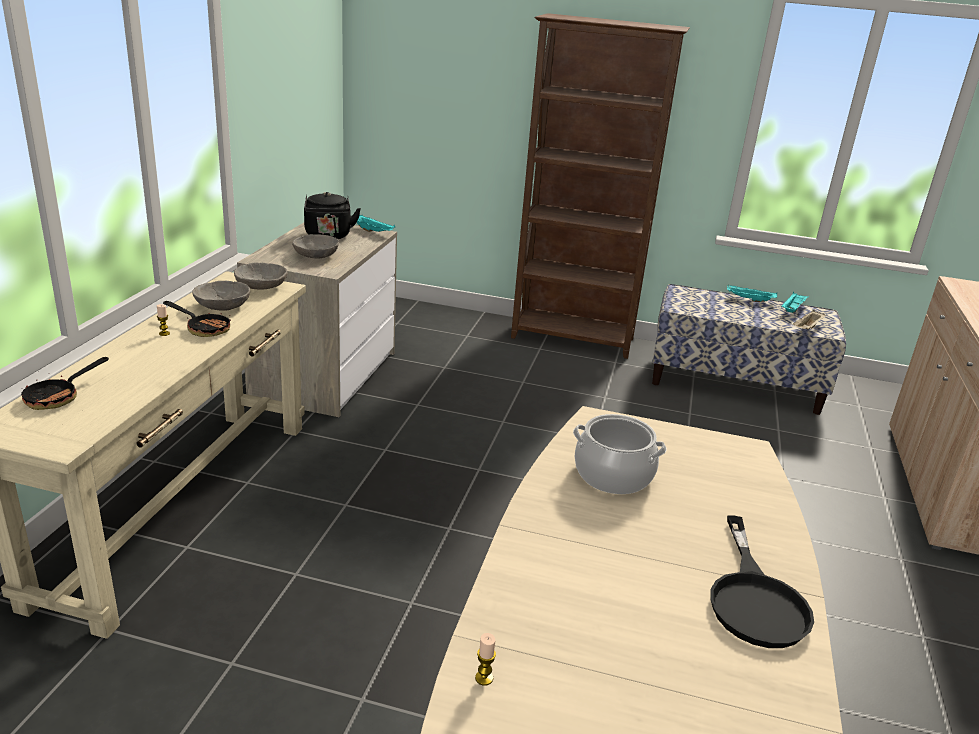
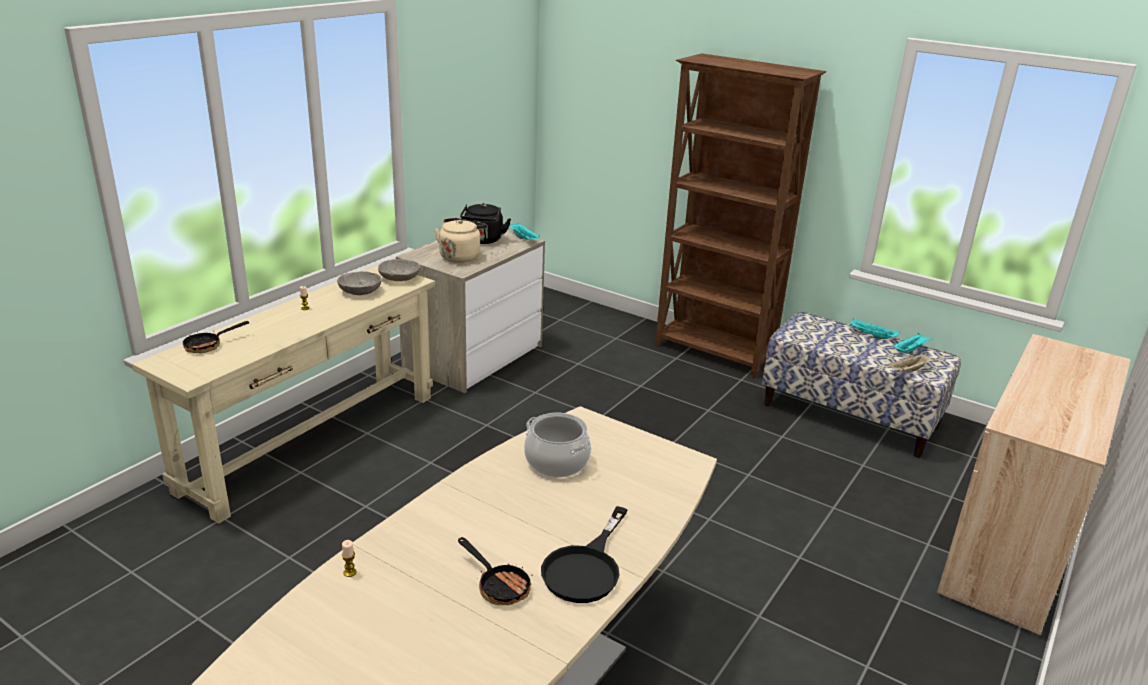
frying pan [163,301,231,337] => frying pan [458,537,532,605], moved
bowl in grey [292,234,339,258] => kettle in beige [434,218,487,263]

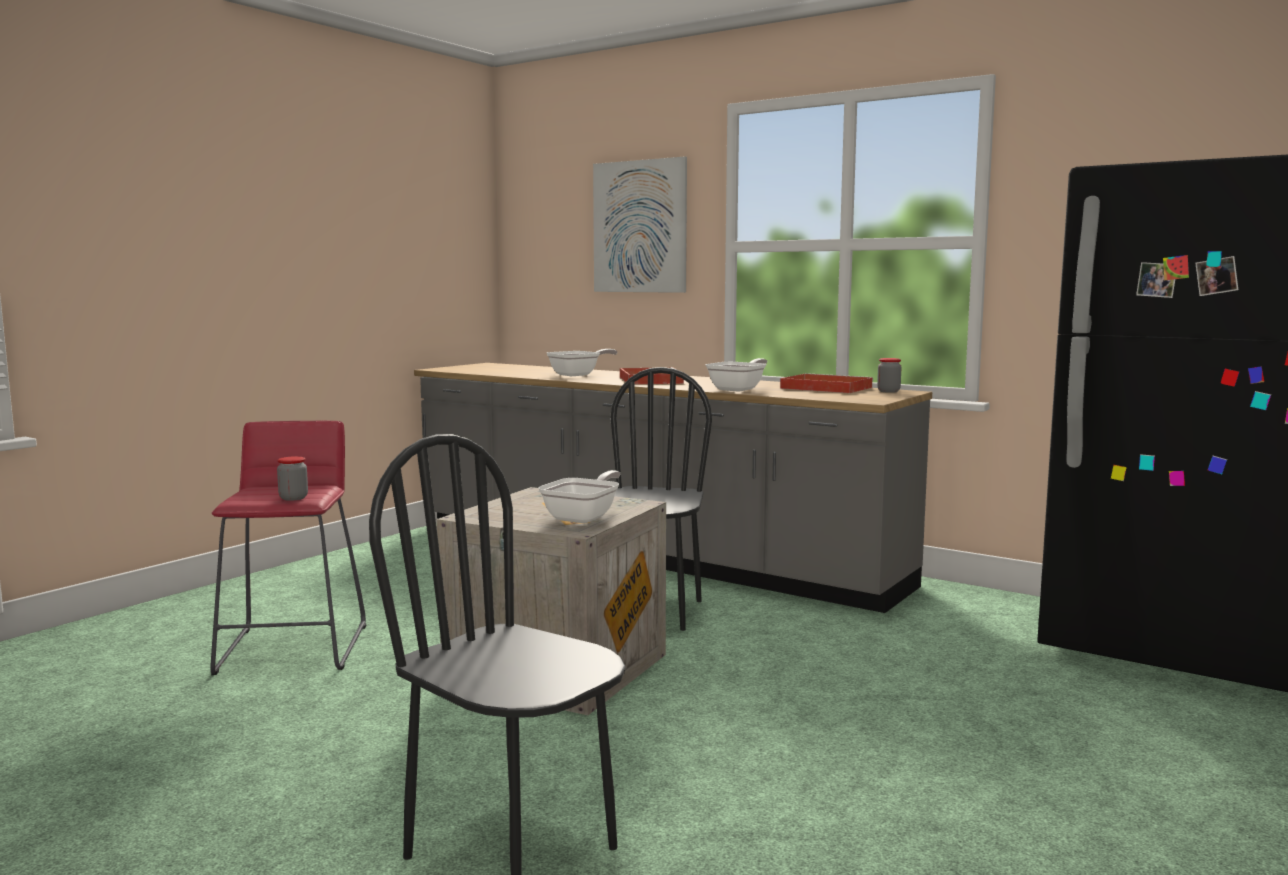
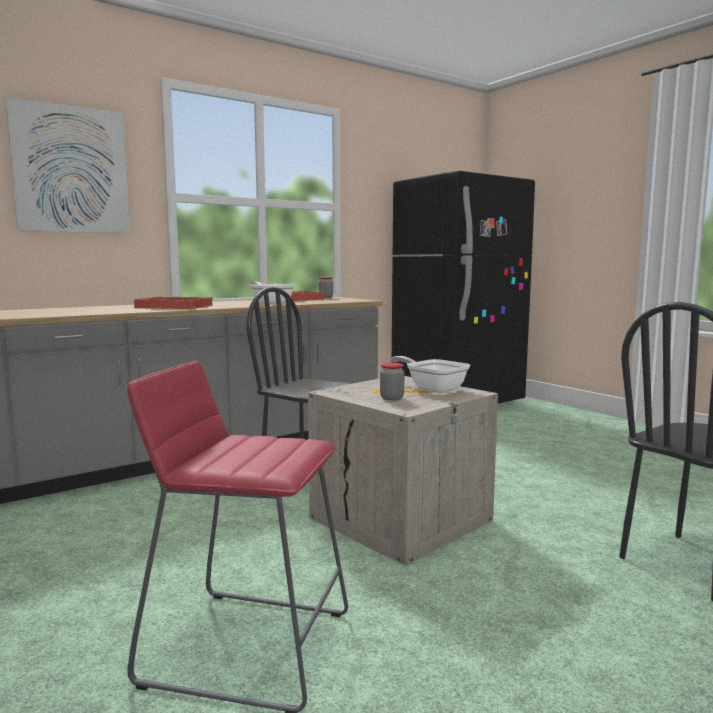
jar [277,456,308,501] => jar [380,363,404,401], moved
frying pan [547,349,618,376] => nothing

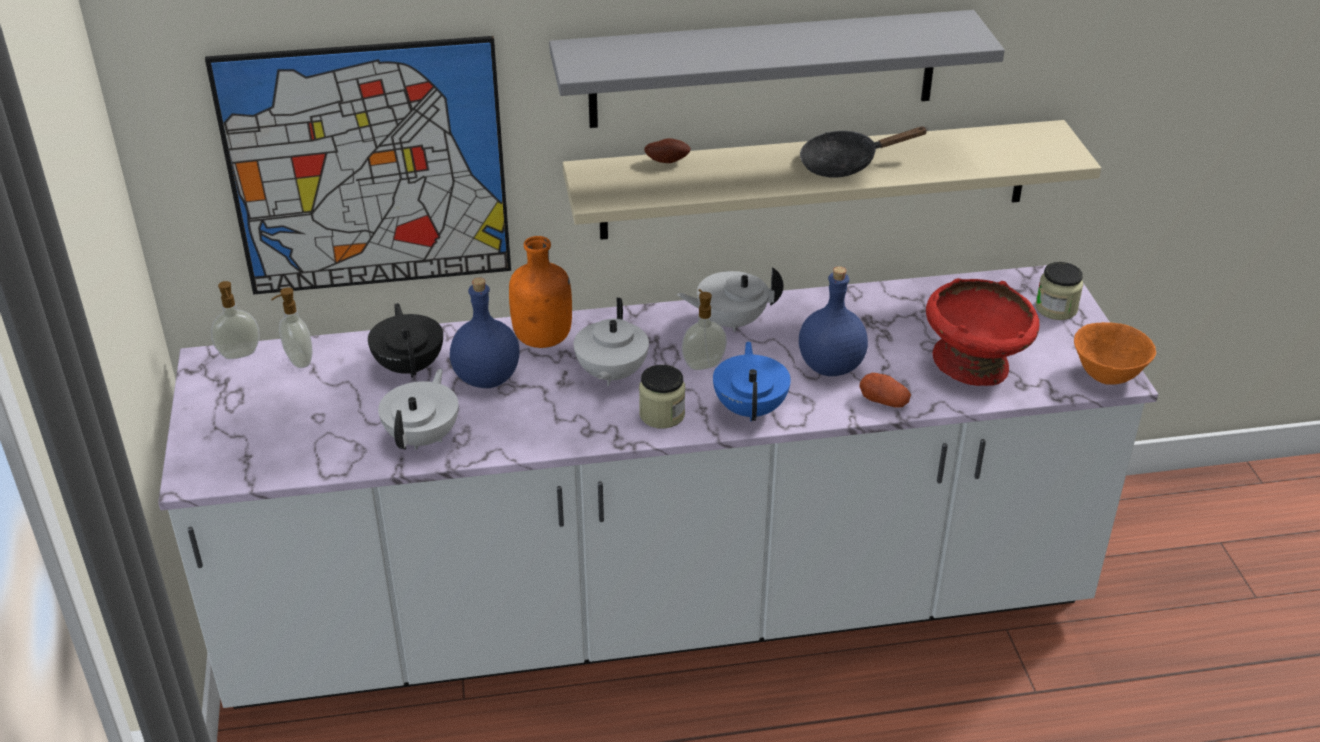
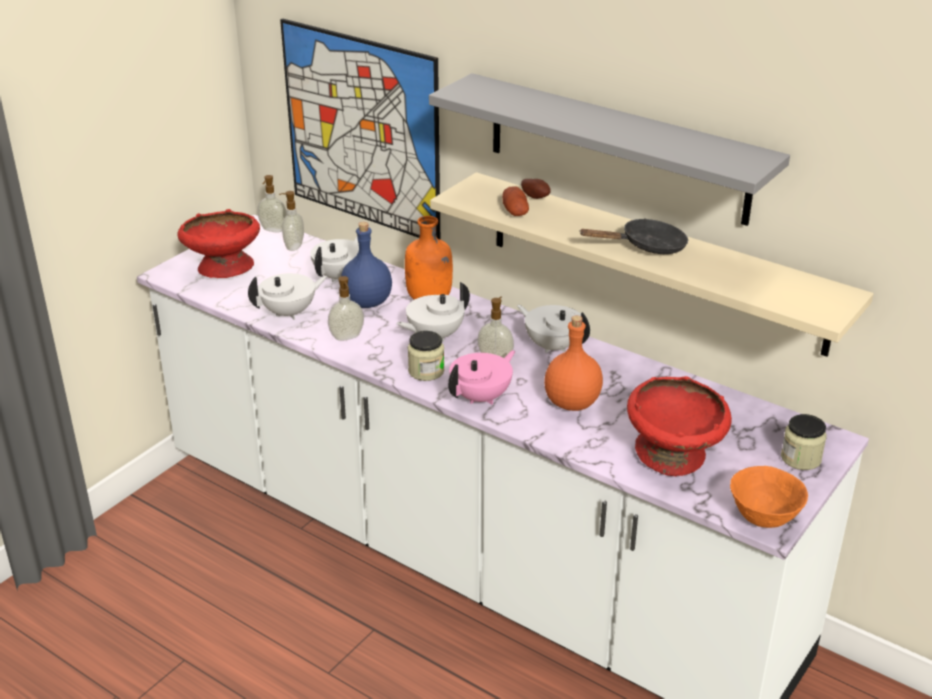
teapot in black [368,303,443,378] => teapot in white [310,236,359,283]
teapot in blue [713,341,791,421] => teapot in pink [448,350,515,405]
bottle in blue [799,266,868,376] => bottle in orange [544,315,603,411]
frying pan in black [800,126,927,178] => frying pan in black [579,218,688,254], 135 degrees clockwise
potato [860,373,911,408] => potato [502,186,529,216], moved
nothing => bowl in red [177,209,260,278]
nothing => soap dispenser [328,276,364,341]

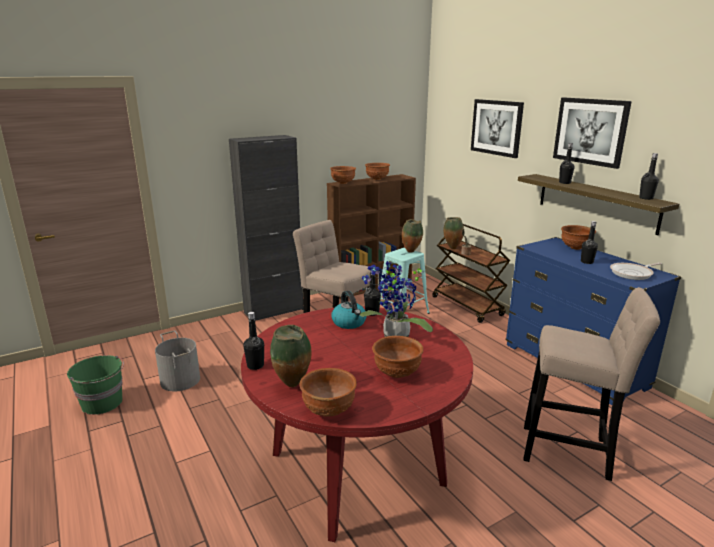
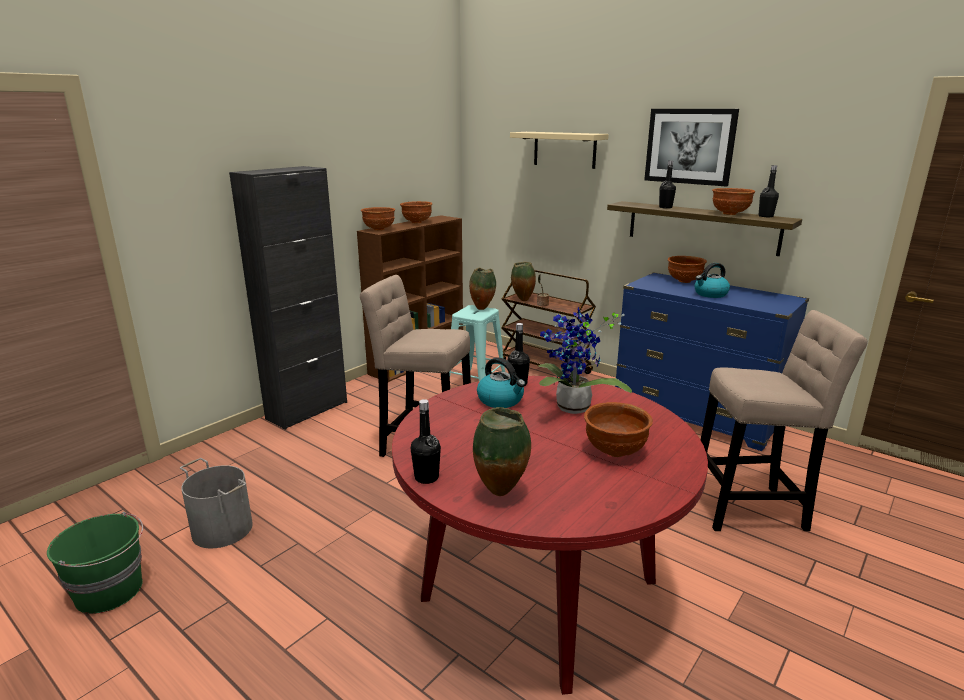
bowl in brown [300,368,357,417] => bowl in brown [712,188,755,215], moved
picture [471,99,524,158] => shelf in beige [510,132,609,169]
bottle in black [581,221,598,264] => kettle [694,263,730,298]
frying pan [610,263,662,280] => nothing

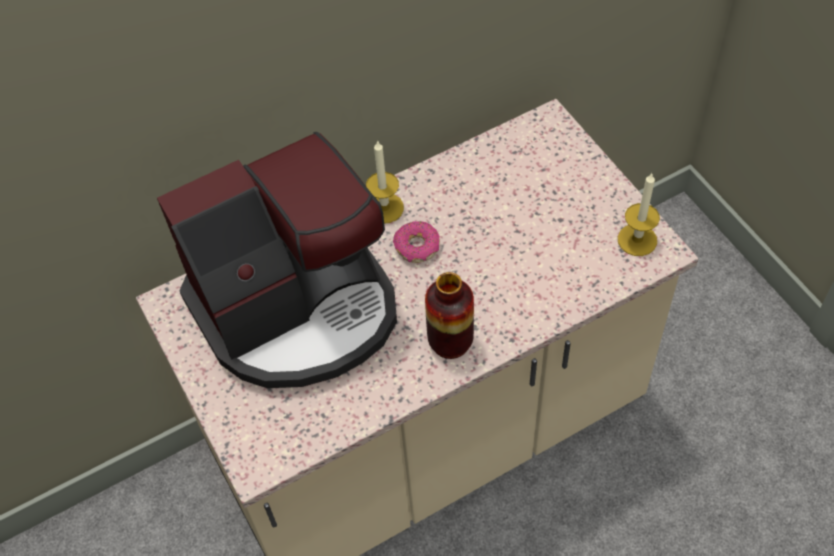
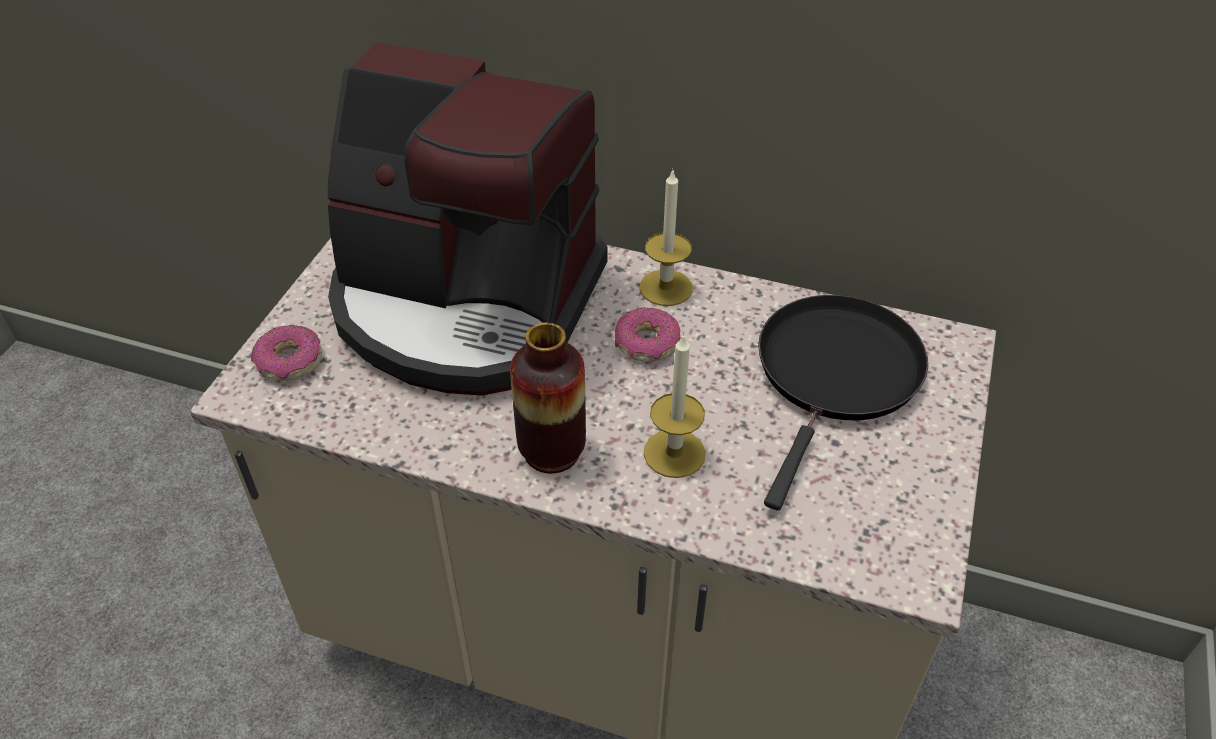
candle [618,172,660,256] => candle [644,333,705,478], moved
nothing => donut [251,325,322,381]
nothing => frying pan in black [758,295,928,510]

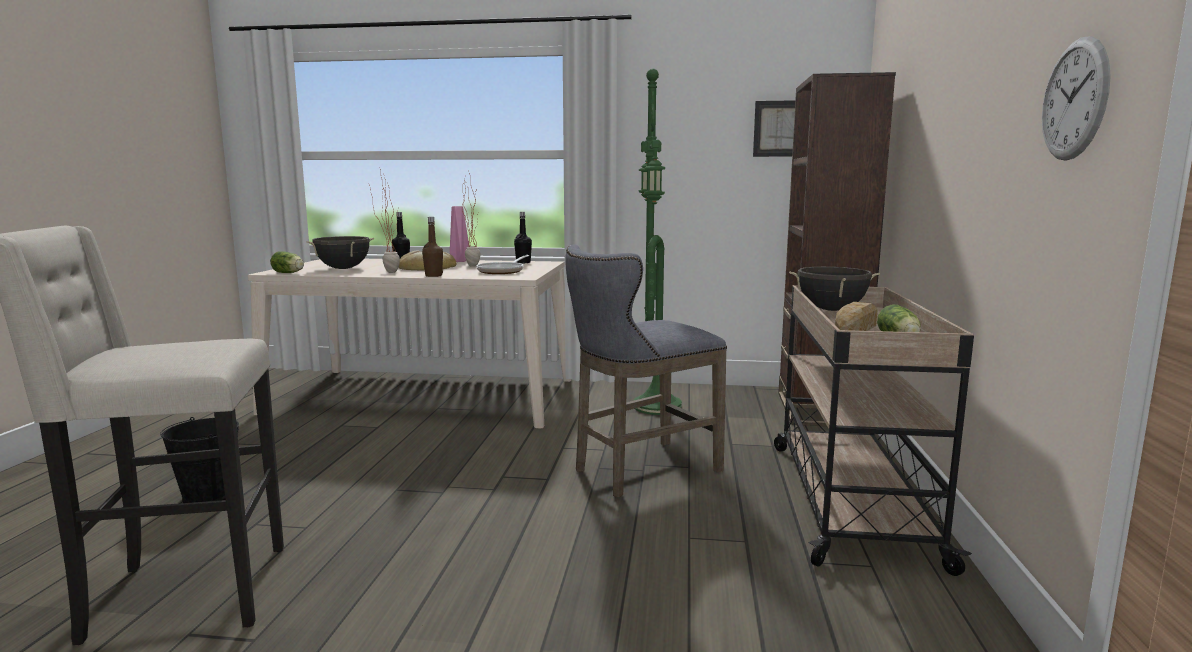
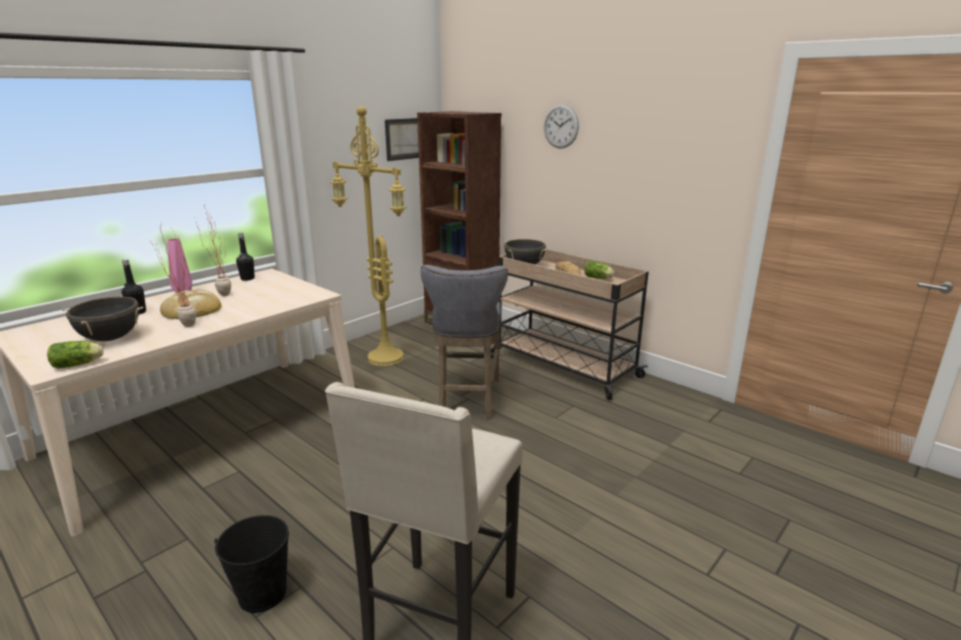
bottle in brown [422,217,443,277] => nothing
frying pan [476,255,529,274] => nothing
floor lamp in green [633,68,682,415] => floor lamp in yellow [330,106,406,367]
wall clock [1042,36,1111,161] => wall clock [544,104,579,149], moved

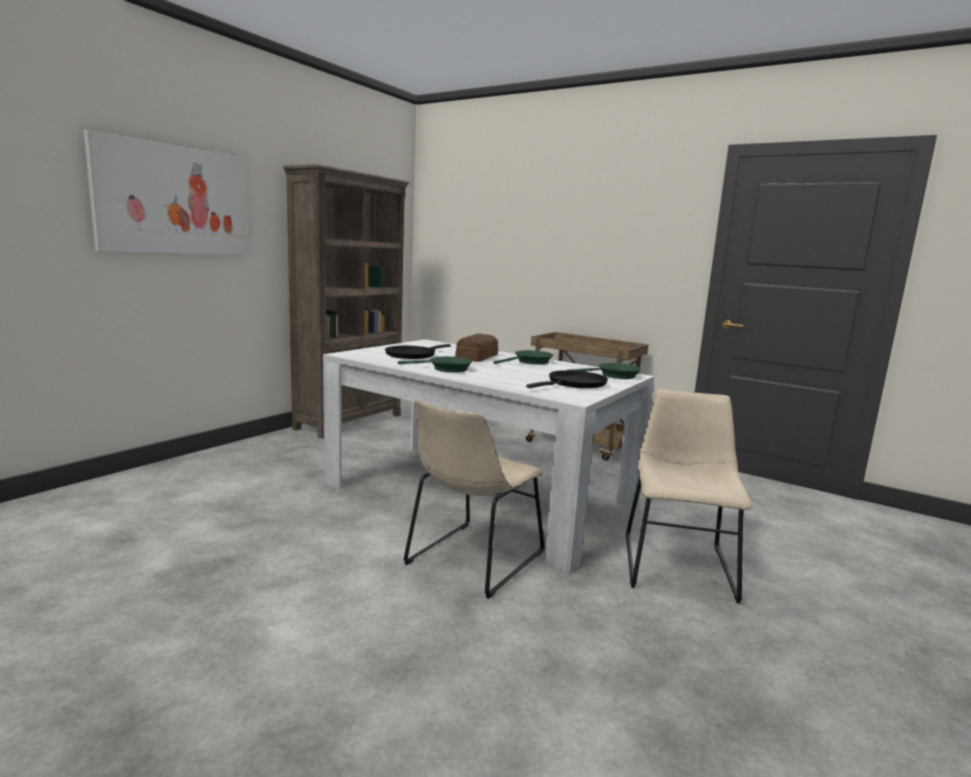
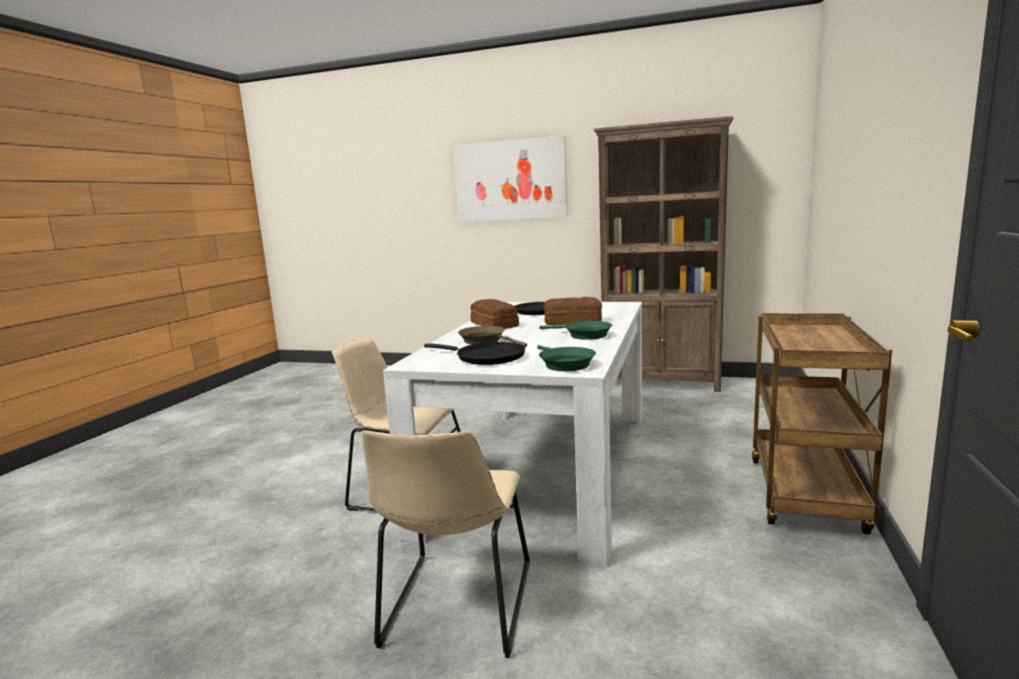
frying pan in green [398,356,473,373] => bread [470,299,519,329]
chair in beige [626,389,752,604] => chair in beige [362,430,530,658], 105 degrees clockwise
nothing => frying pan in brown [458,326,527,347]

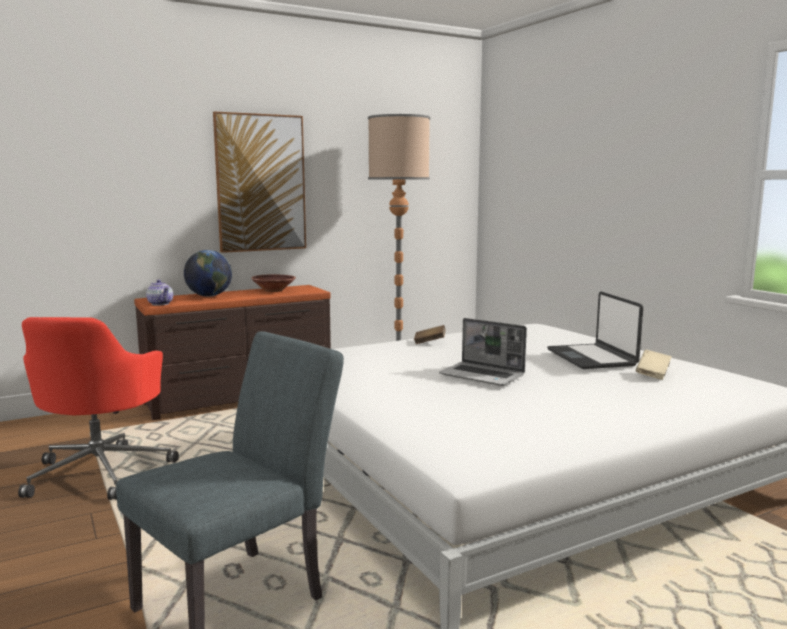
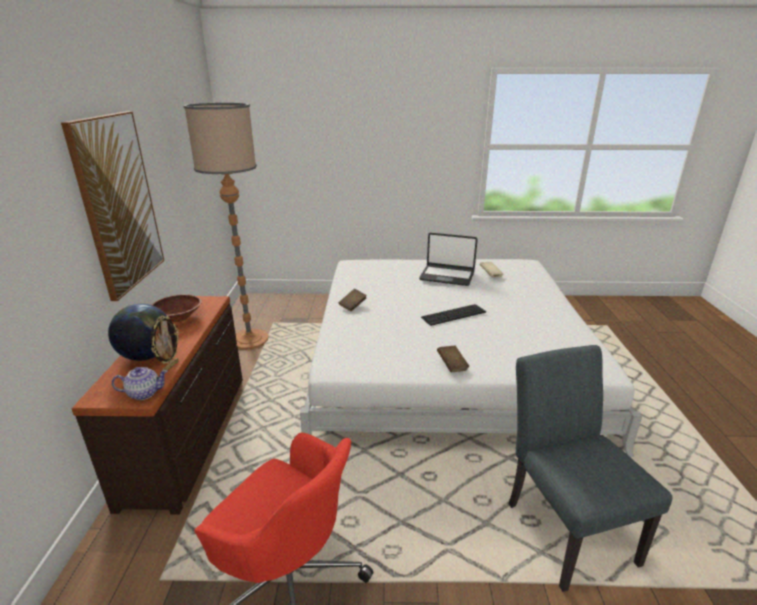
laptop [439,318,527,386] => keyboard [421,304,486,326]
nothing => picture frame [151,315,179,370]
nothing => book in brown [437,346,469,372]

